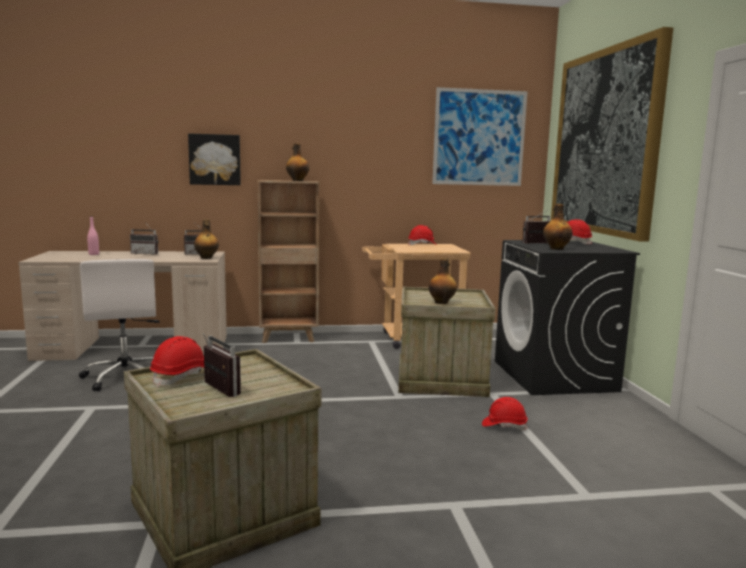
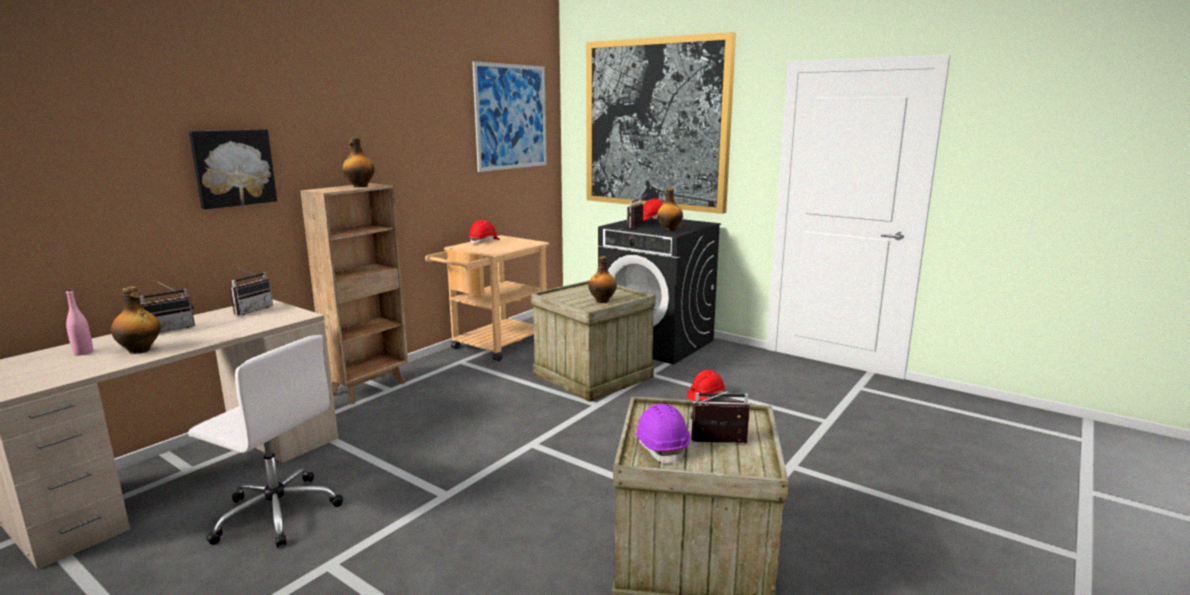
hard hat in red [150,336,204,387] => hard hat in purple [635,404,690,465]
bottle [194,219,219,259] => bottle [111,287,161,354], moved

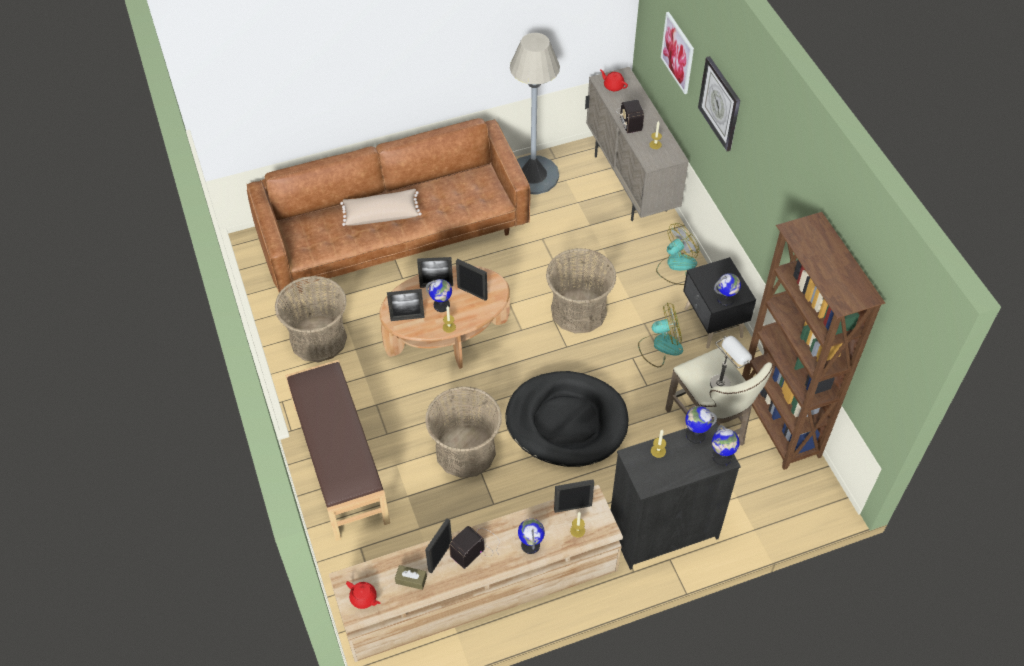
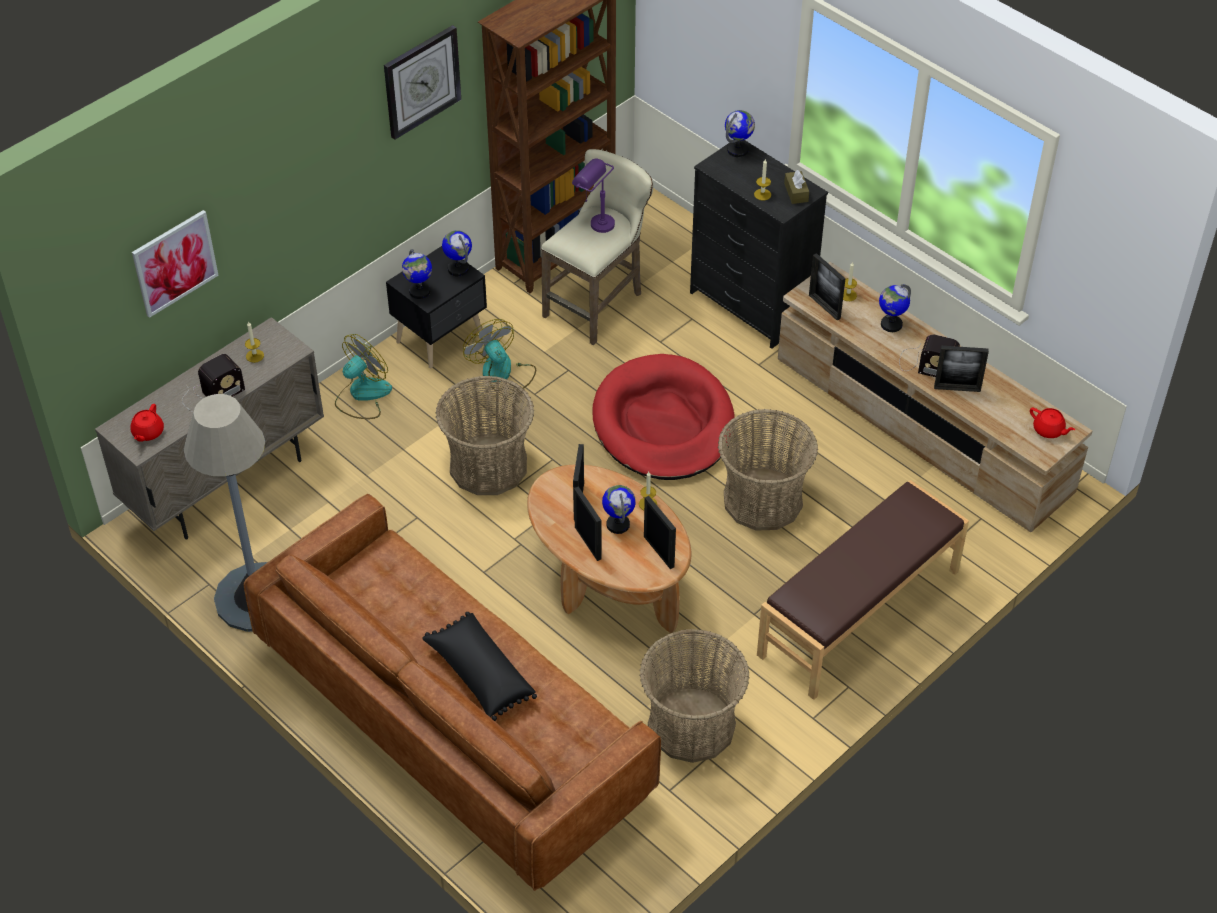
pillow in beige [340,189,422,226] => pillow in black [422,612,537,721]
teapot in red [346,581,380,609] => teapot in red [1030,407,1075,438], 120 degrees clockwise
tissue box in brown [395,565,427,590] => tissue box in brown [784,170,809,204], moved
dog bed in black [505,371,628,467] => dog bed in red [592,354,735,480]
fan [656,223,699,285] => fan [335,334,392,419], 105 degrees clockwise
globe [685,406,717,444] => globe [402,249,432,299], moved
wall clock [698,56,740,151] => wall clock [384,25,461,140], moved
table lamp in grey [710,336,752,388] => table lamp in purple [572,159,615,233]

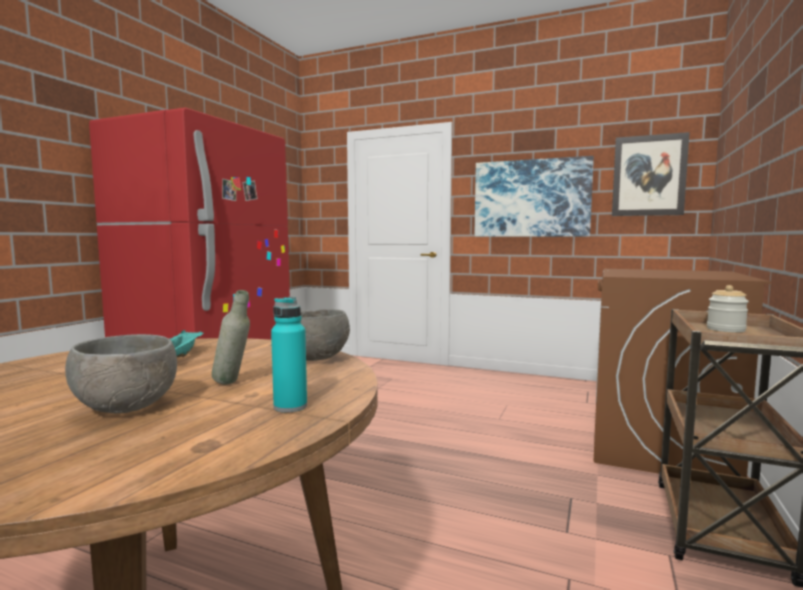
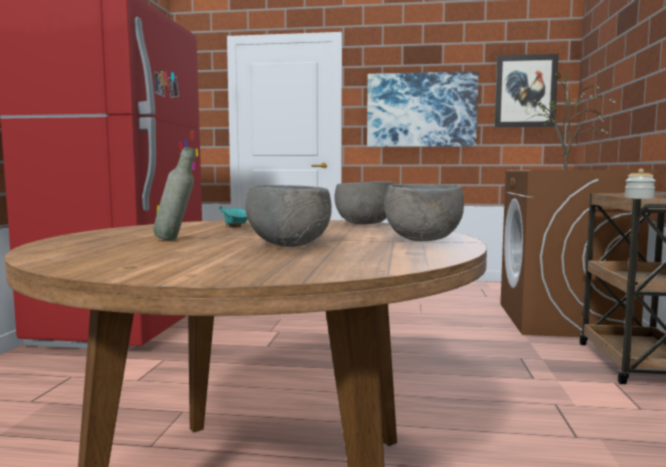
bottle in grey [212,290,250,385] => bottle in grey [153,147,195,240], moved
bottle in turquoise [271,297,307,413] => bowl in grey [384,184,464,241]
nothing => potted plant [526,68,615,170]

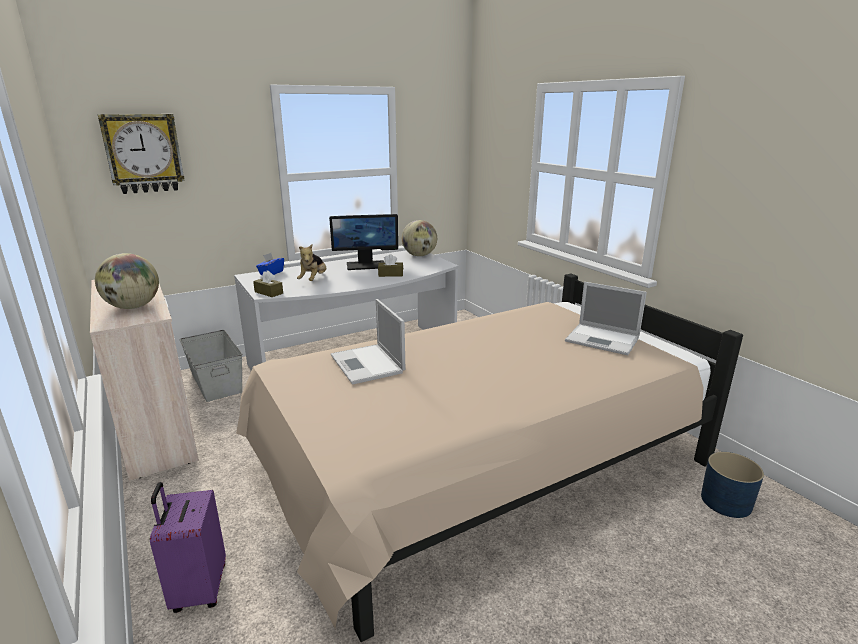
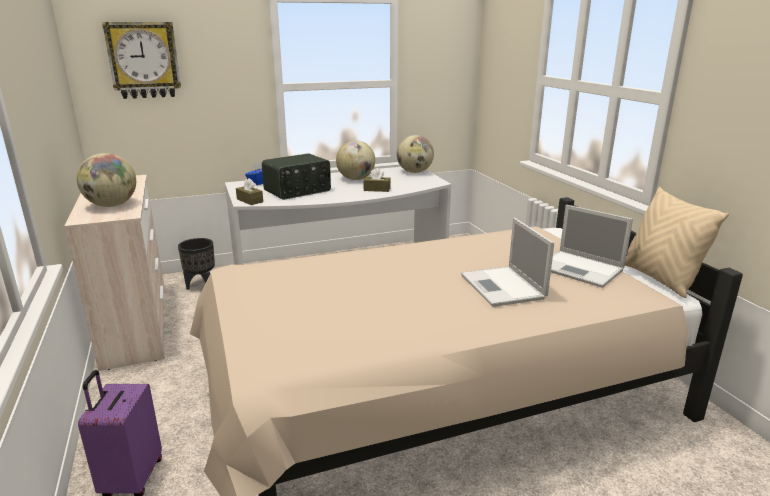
storage box in grey [180,330,243,402] => planter in black [178,238,215,290]
plush toy [297,244,326,281] => radio [262,153,331,200]
monitor [329,214,398,270] => globe [336,140,375,180]
laptop [331,299,405,385] => laptop [461,218,554,307], moved
planter in blue [701,452,764,518] => nothing
nothing => pillow in beige [625,187,729,298]

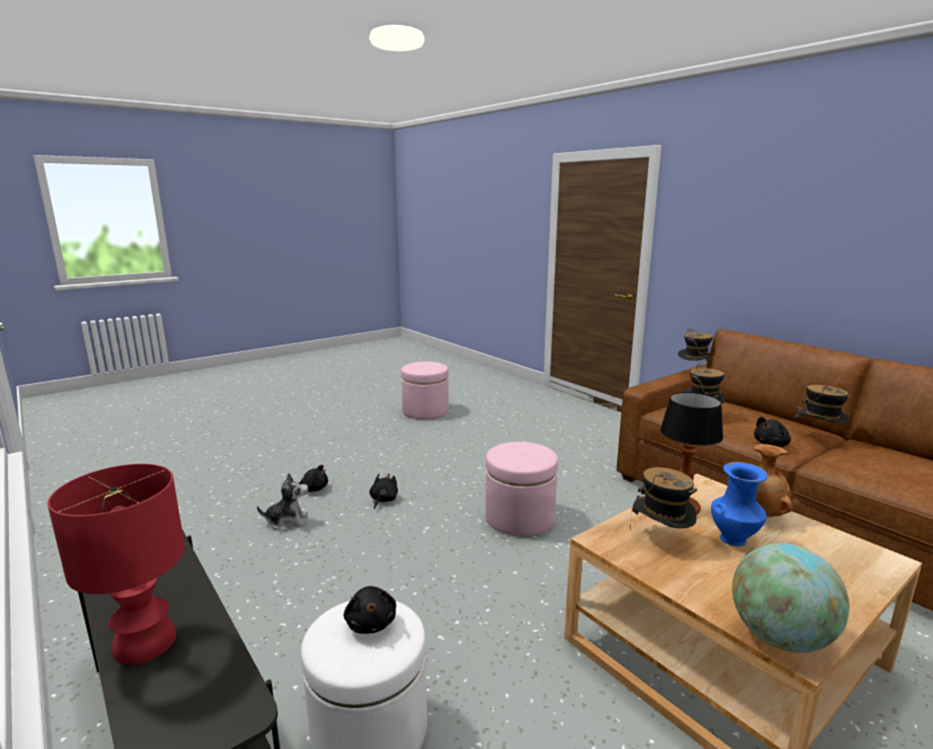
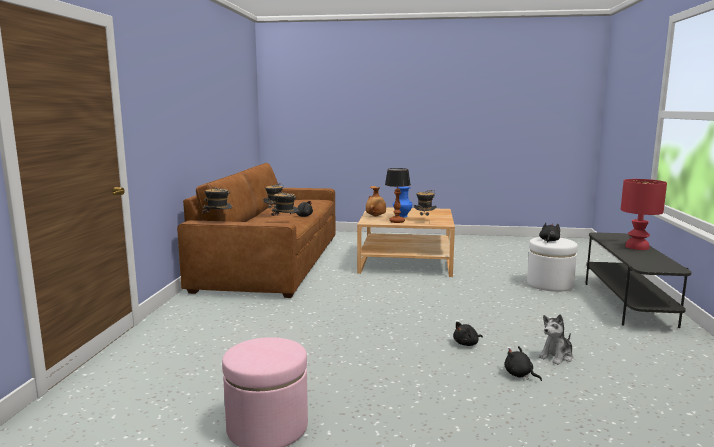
plush toy [257,473,308,531] => plush toy [539,314,573,365], 75 degrees counterclockwise
ottoman in pink [485,442,558,537] => nothing
globe [732,543,849,652] => nothing

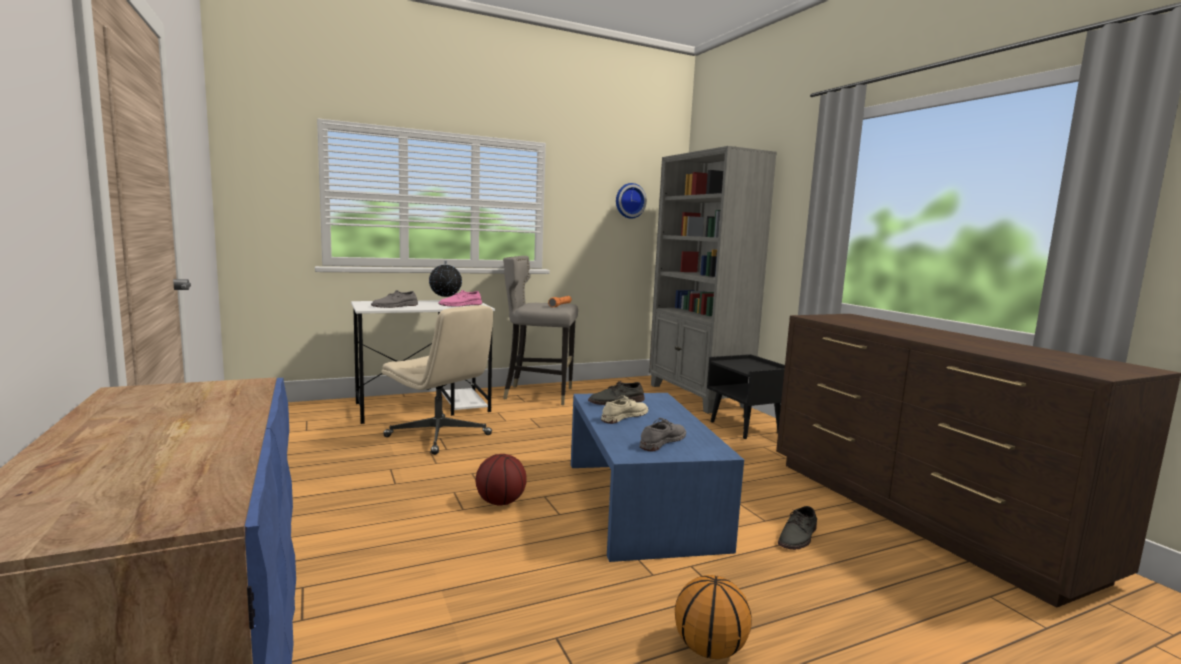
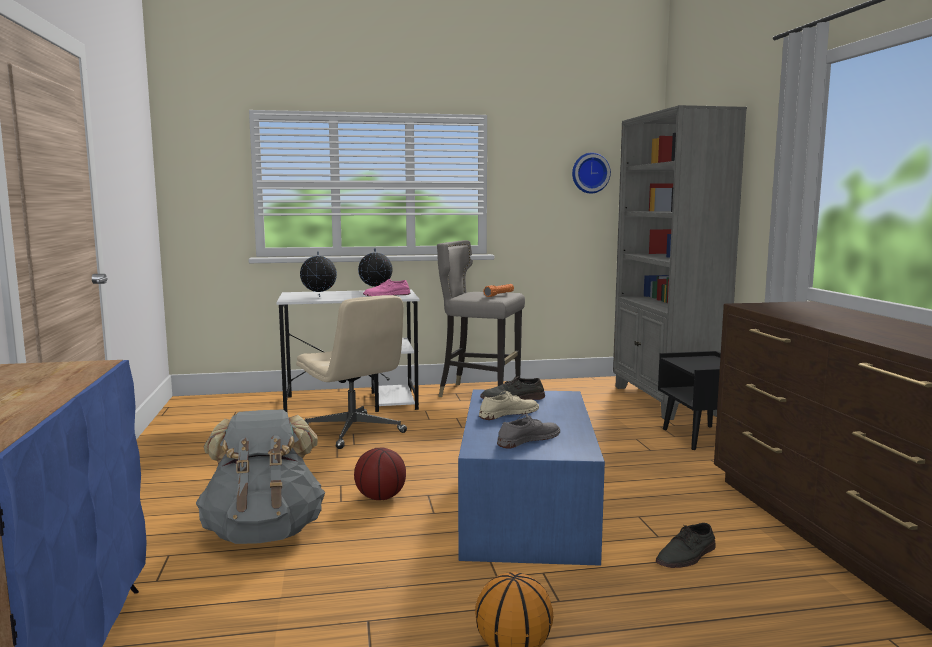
shoe in grey [371,290,418,308] => globe [300,251,337,297]
nothing => backpack in grey [196,409,325,544]

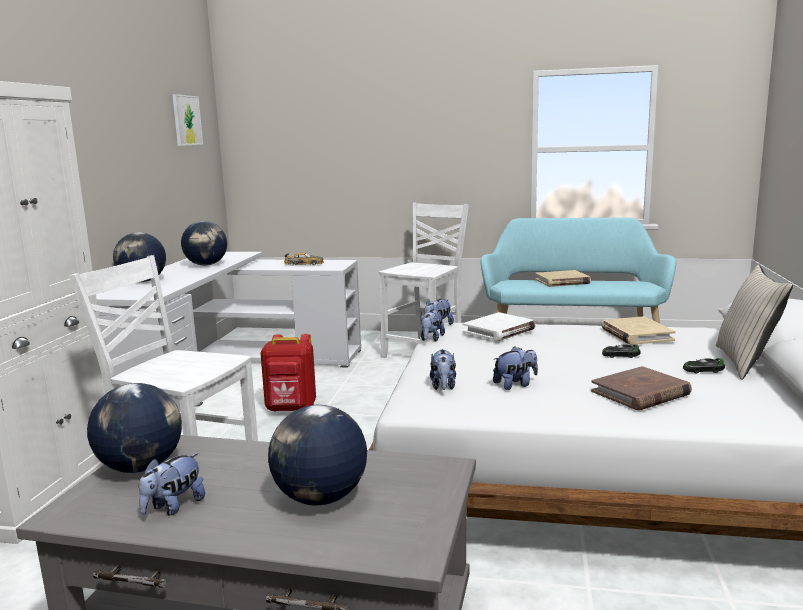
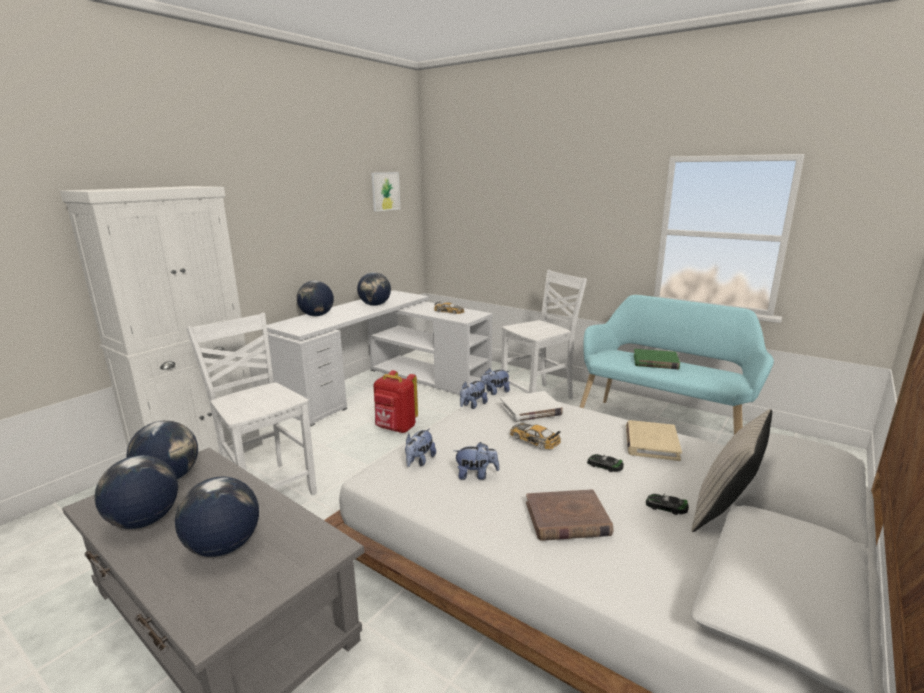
plush toy [139,453,205,516] => globe [95,455,178,529]
book in beige [535,270,591,287] => book in green [634,349,680,369]
nothing => toy car [510,423,561,449]

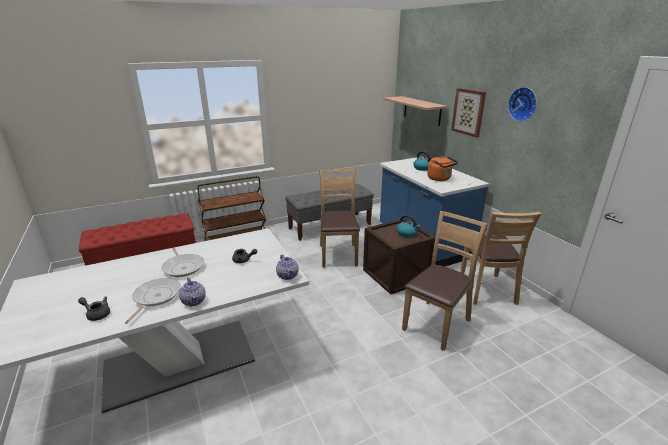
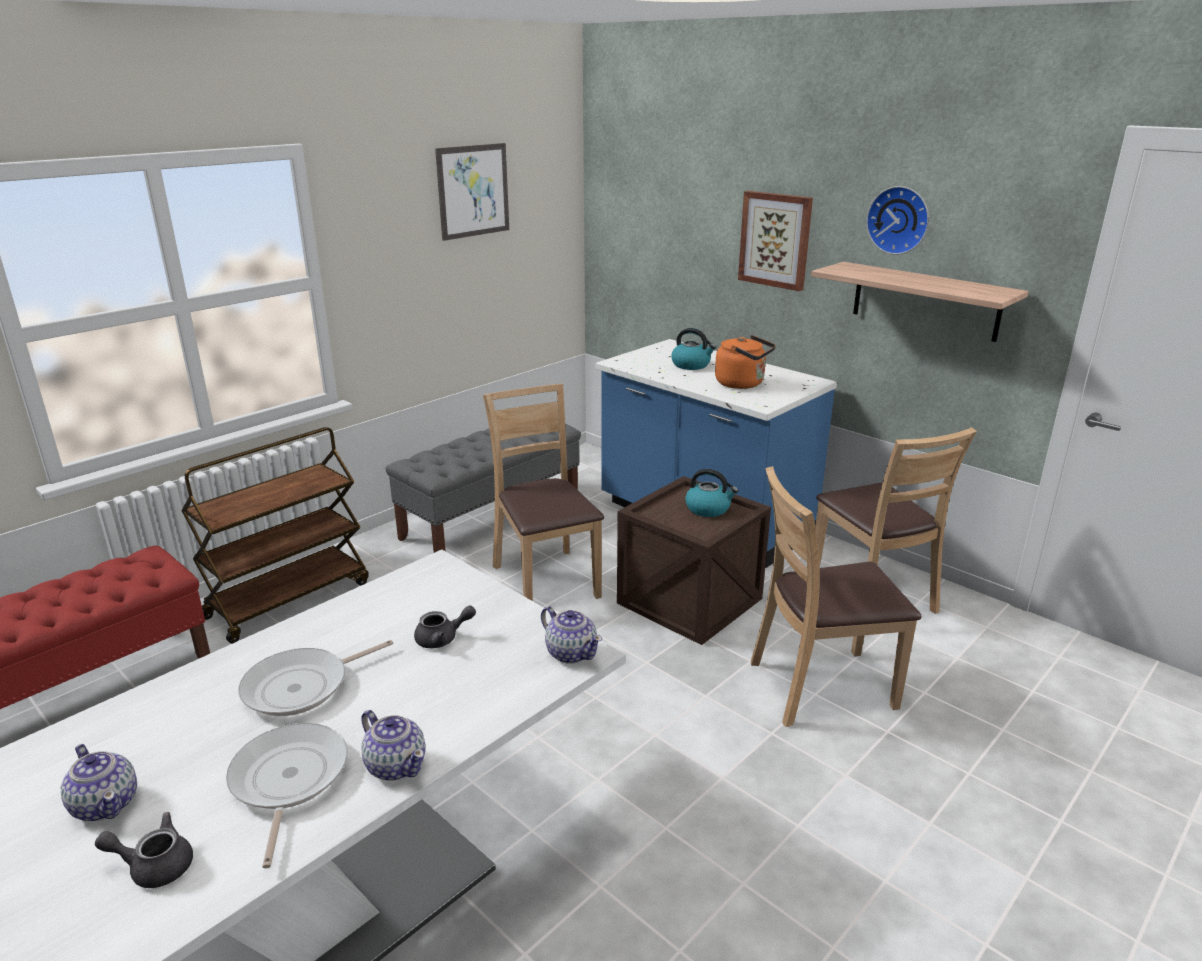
frying pan [162,247,204,277] => frying pan [238,640,393,716], 105 degrees clockwise
shelf [383,96,447,126] => shelf [811,262,1029,342], moved
chair in brown [402,211,488,351] => chair in brown [751,466,922,727], 120 degrees counterclockwise
nothing => teapot [61,744,137,821]
nothing => picture [435,143,509,241]

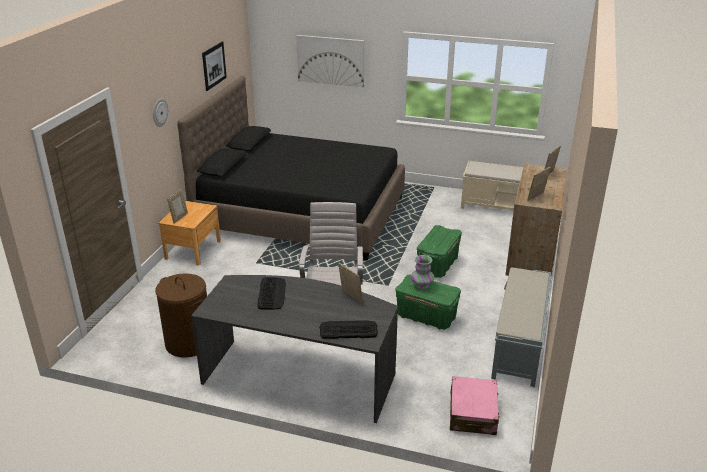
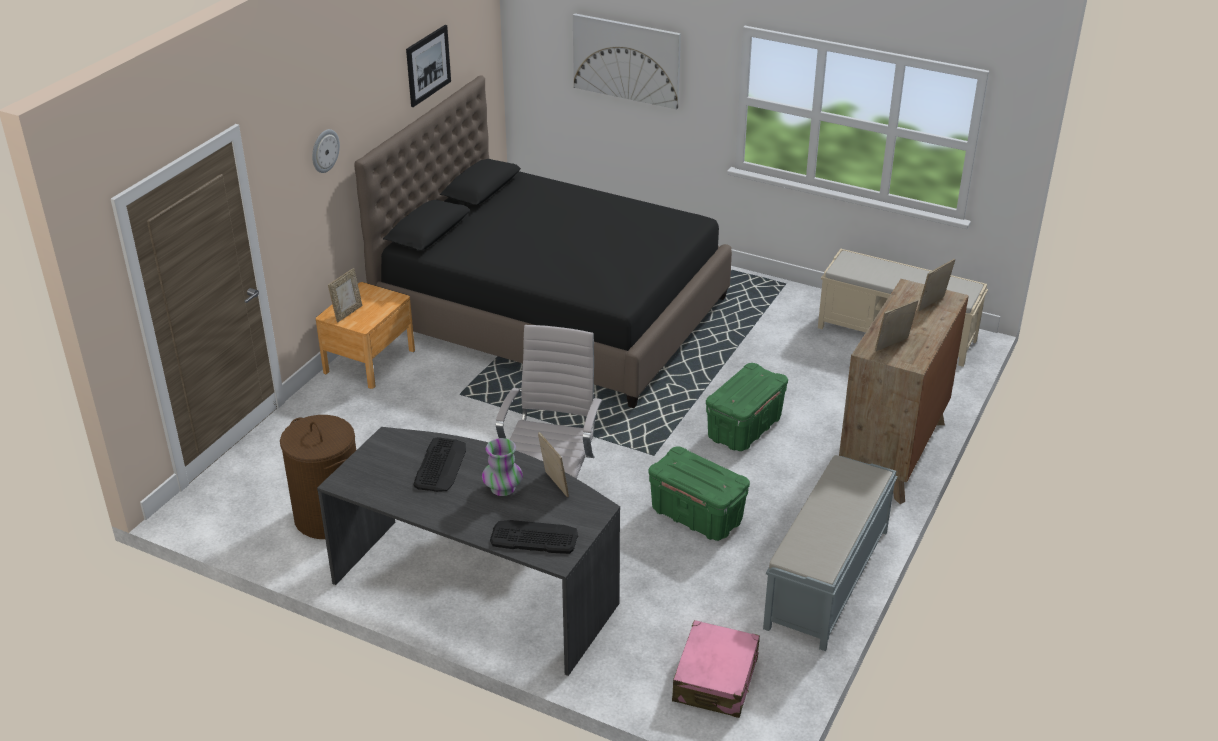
vase [411,255,435,289] => vase [482,438,523,496], moved

